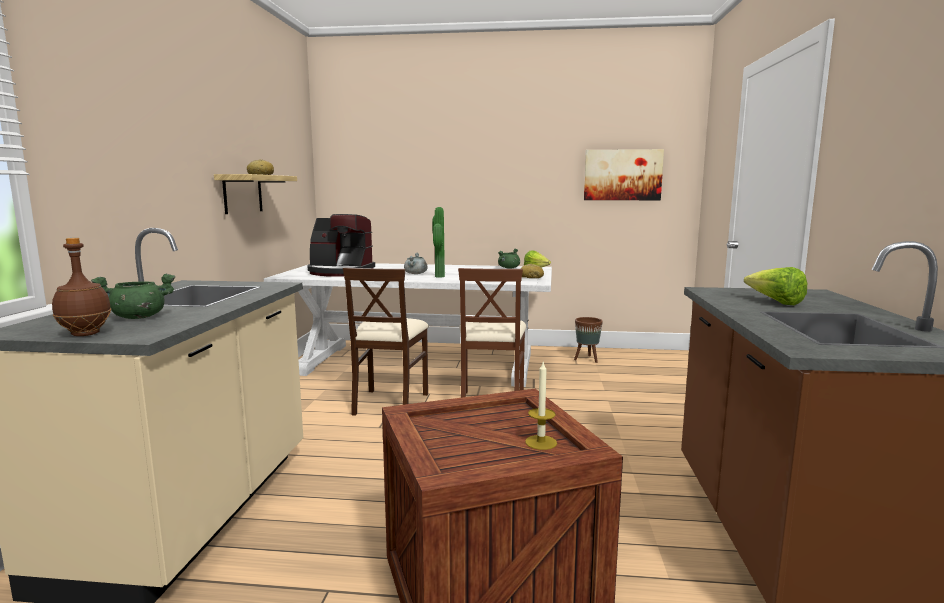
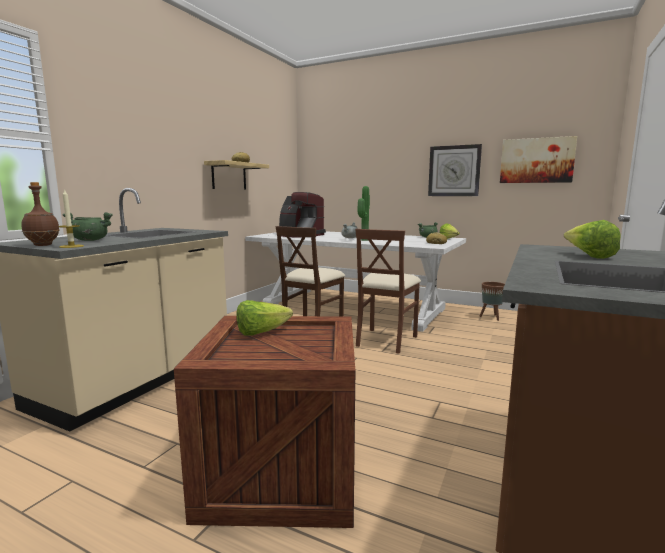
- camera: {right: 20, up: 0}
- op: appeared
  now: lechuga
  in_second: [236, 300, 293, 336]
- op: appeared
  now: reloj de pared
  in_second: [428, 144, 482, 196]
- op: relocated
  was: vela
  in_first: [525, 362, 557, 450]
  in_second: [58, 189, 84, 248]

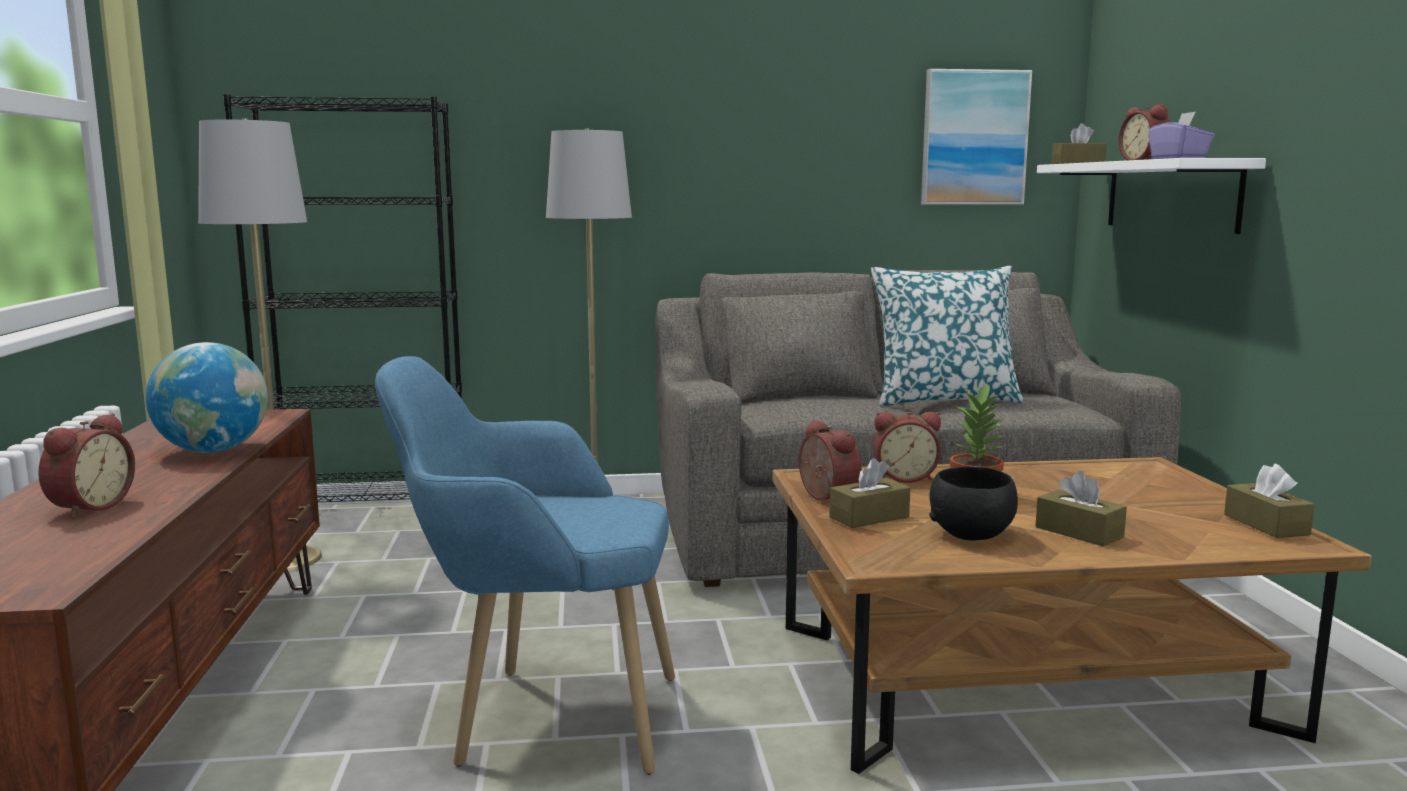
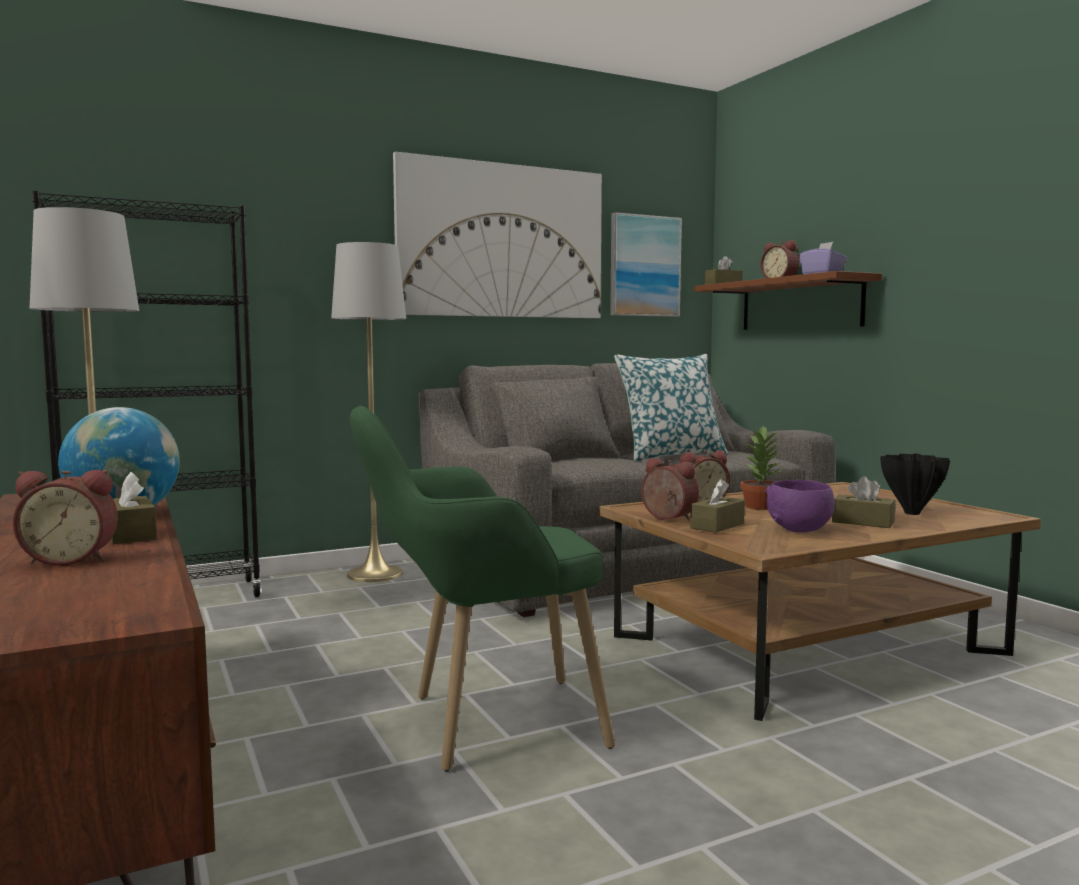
- camera: {right: -20, up: -5}
- op: appeared
  now: cuadro
  in_second: [393, 152, 602, 318]
- op: appeared
  now: florero [negro]
  in_second: [880, 454, 950, 515]
- op: relocated
  was: caja de pañuelos [marrón]
  in_first: [1224, 464, 1315, 538]
  in_second: [111, 472, 157, 544]
- op: colour
  was: sillón [azul]
  now: sillón [verde]
  in_first: [375, 356, 675, 775]
  in_second: [350, 406, 615, 772]
- op: colour
  was: cuenco [negro]
  now: cuenco [morado]
  in_first: [929, 467, 1018, 541]
  in_second: [765, 480, 835, 532]
- op: colour
  was: estante [blanco]
  now: estante [marrón]
  in_first: [1037, 158, 1266, 234]
  in_second: [695, 271, 882, 330]
- op: spun
  was: despertador
  in_first: [38, 413, 135, 518]
  in_second: [13, 470, 118, 566]
  clockwise: 90

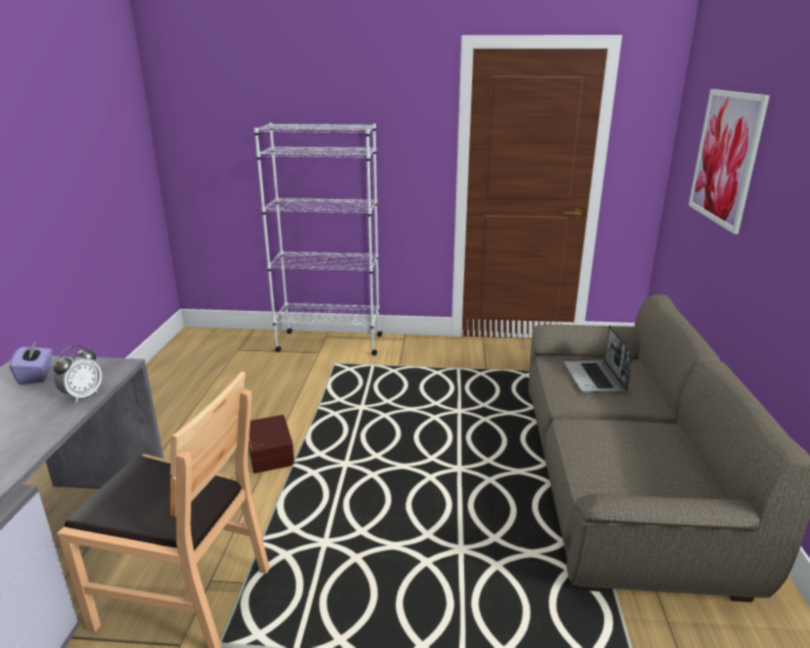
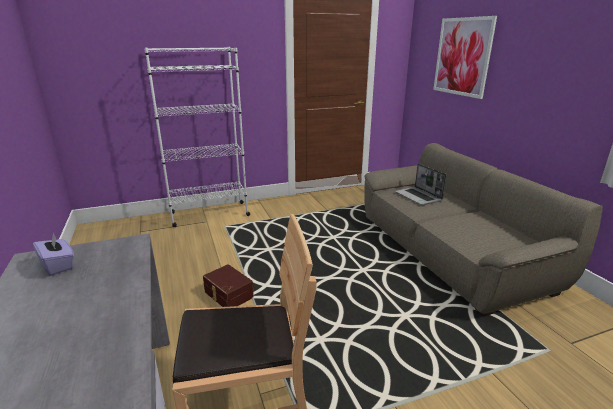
- camera: {right: -25, up: 0}
- op: missing
  was: despertador
  in_first: [53, 345, 102, 403]

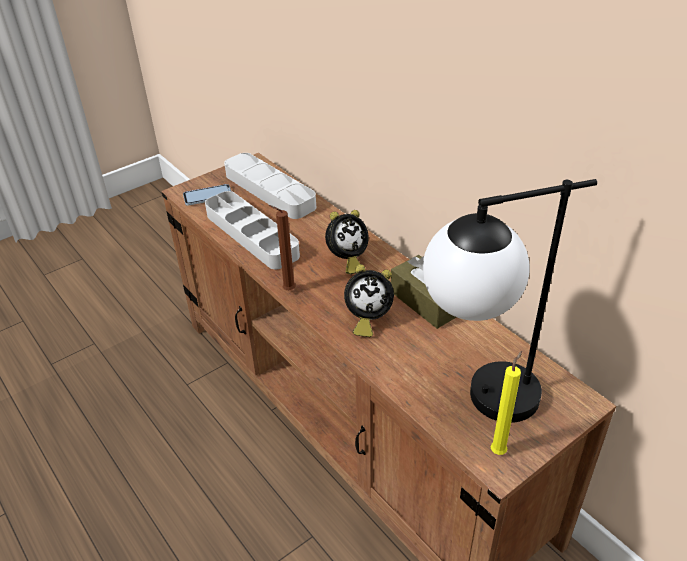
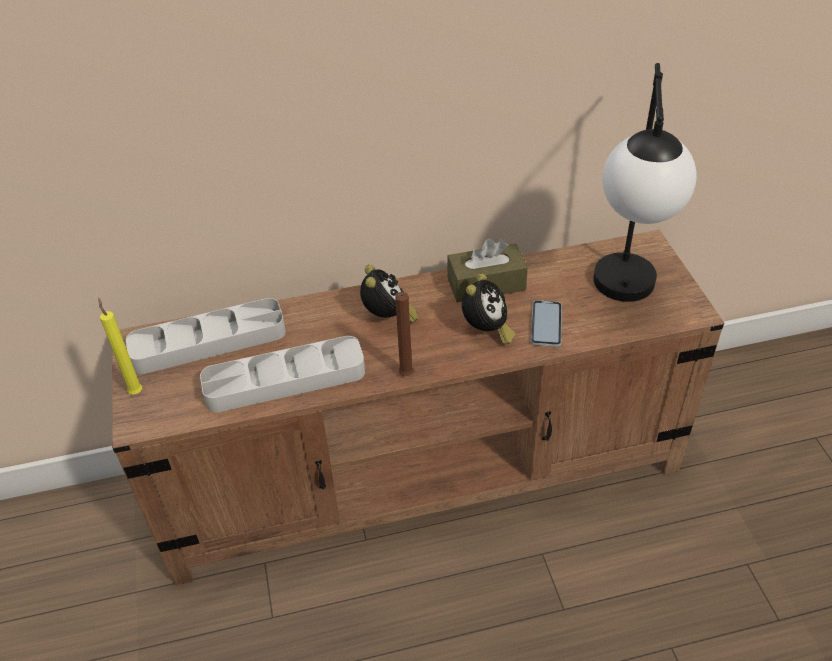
- camera: {right: -65, up: 5}
- op: relocated
  was: móvil
  in_first: [183, 184, 231, 205]
  in_second: [531, 300, 562, 347]
- op: relocated
  was: vela [amarillo]
  in_first: [491, 351, 522, 455]
  in_second: [98, 298, 142, 395]

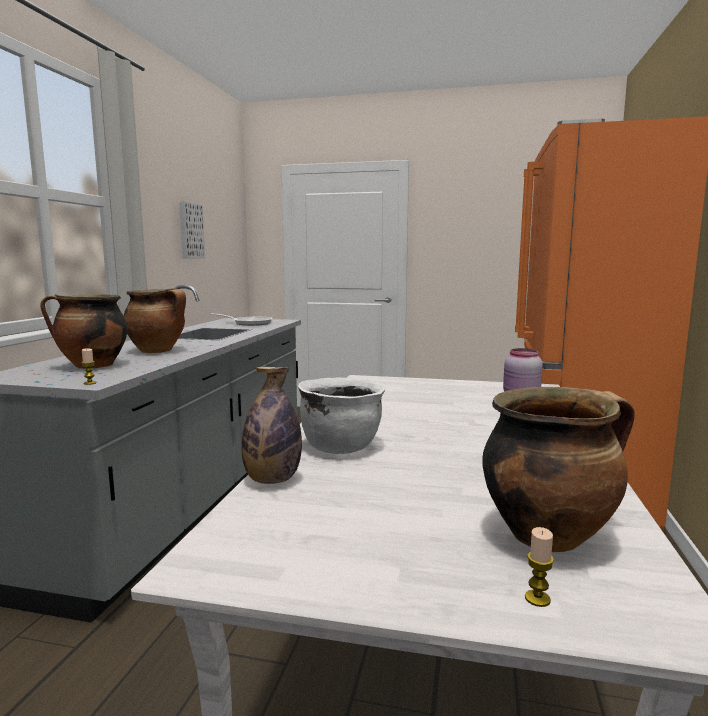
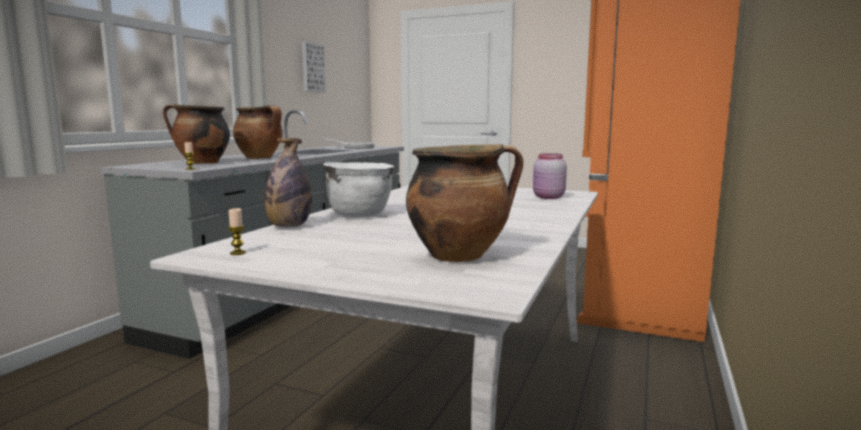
- camera: {right: 10, up: 0}
- op: relocated
  was: vela
  in_first: [525, 527, 554, 607]
  in_second: [228, 208, 246, 255]

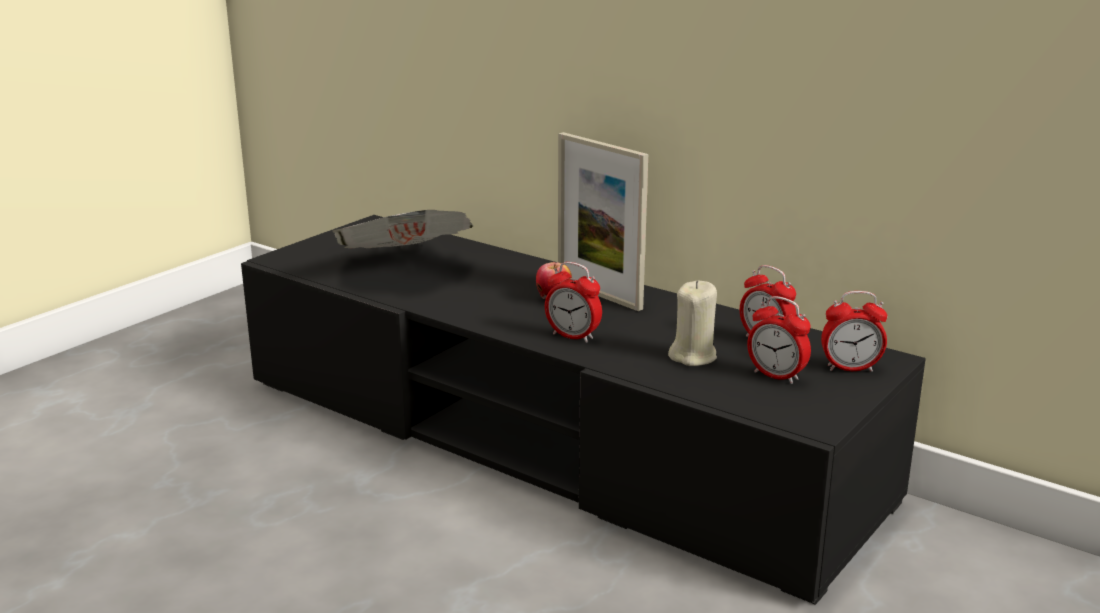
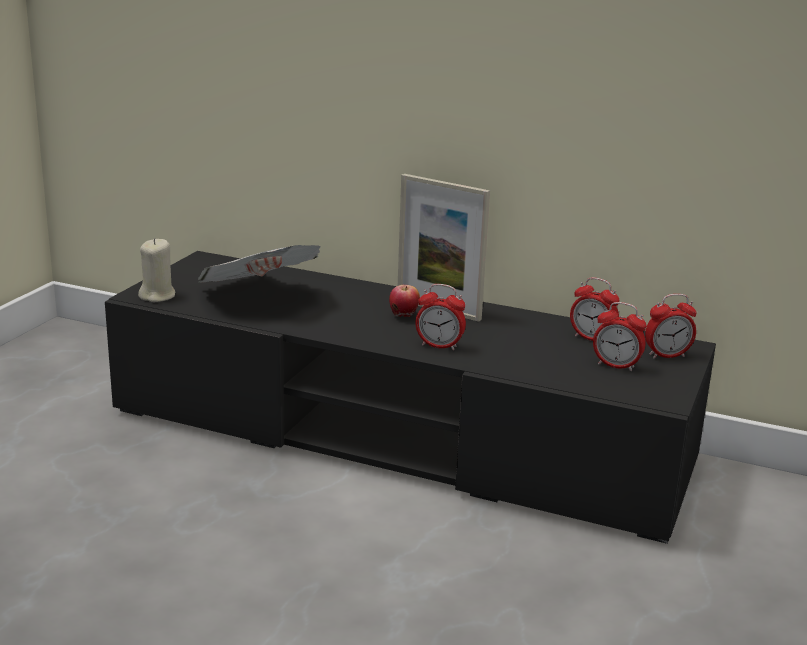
- camera: {right: -15, up: 0}
- op: relocated
  was: vela [beis]
  in_first: [668, 280, 717, 366]
  in_second: [138, 238, 175, 302]

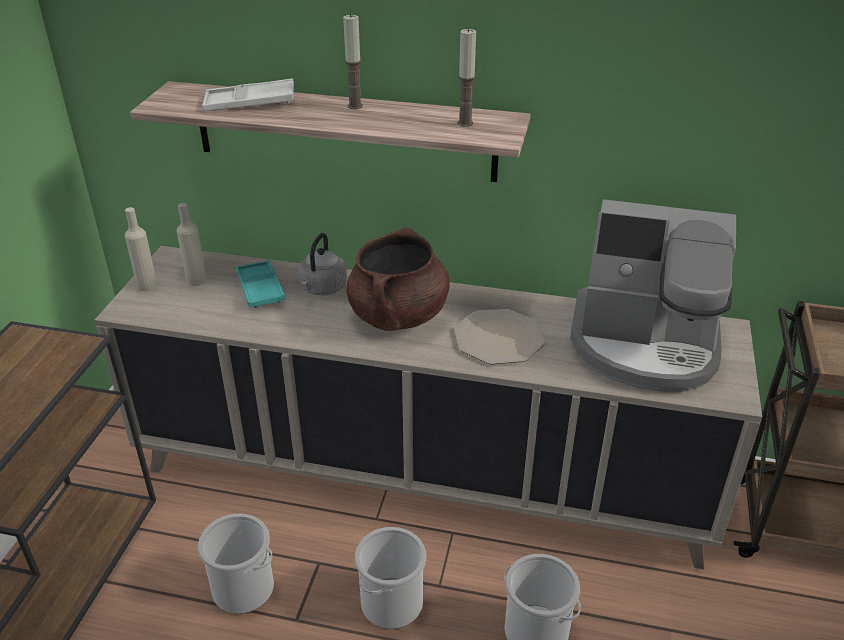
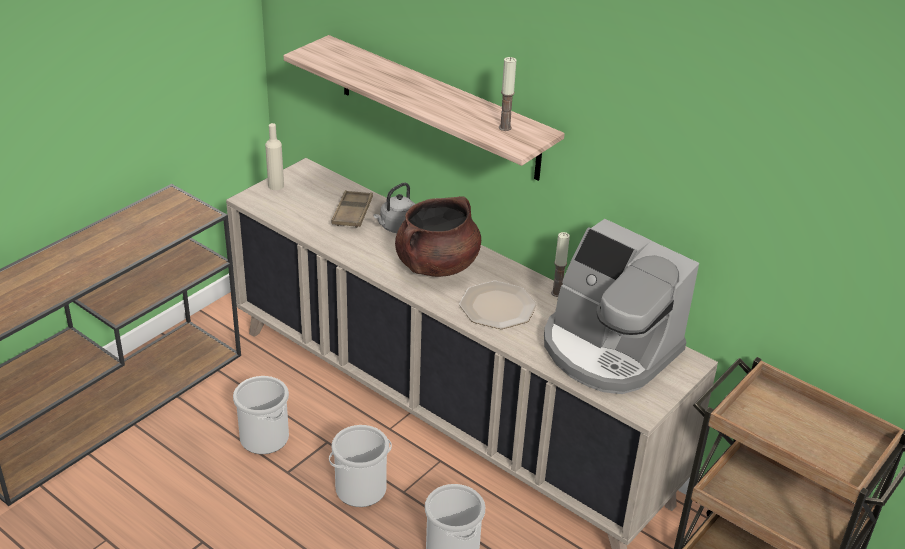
- camera: {right: 25, up: 0}
- op: missing
  was: botella [beis]
  in_first: [177, 203, 207, 286]
- op: missing
  was: bandeja [blanco]
  in_first: [202, 79, 294, 112]
- op: relocated
  was: vela
  in_first: [343, 14, 363, 110]
  in_second: [551, 232, 570, 297]
- op: colour
  was: bandeja [turquesa]
  now: bandeja [marrón]
  in_first: [236, 260, 285, 308]
  in_second: [331, 190, 373, 228]

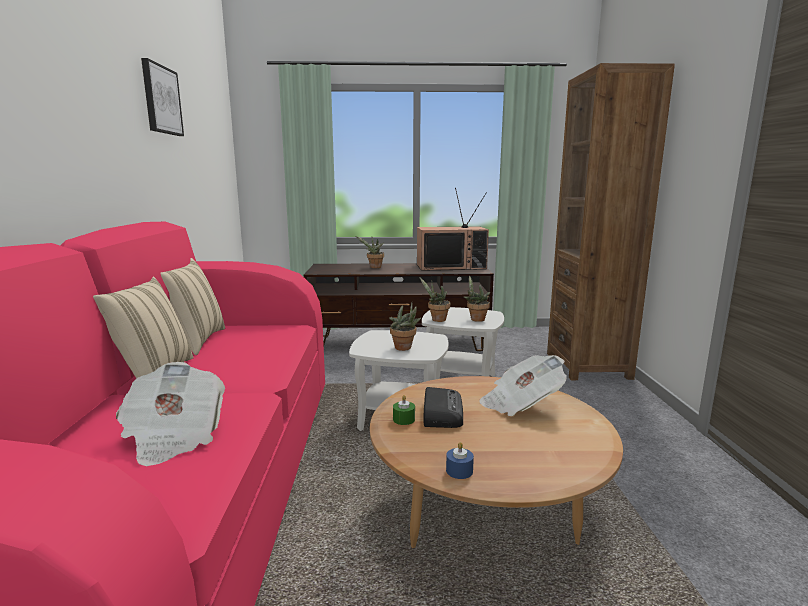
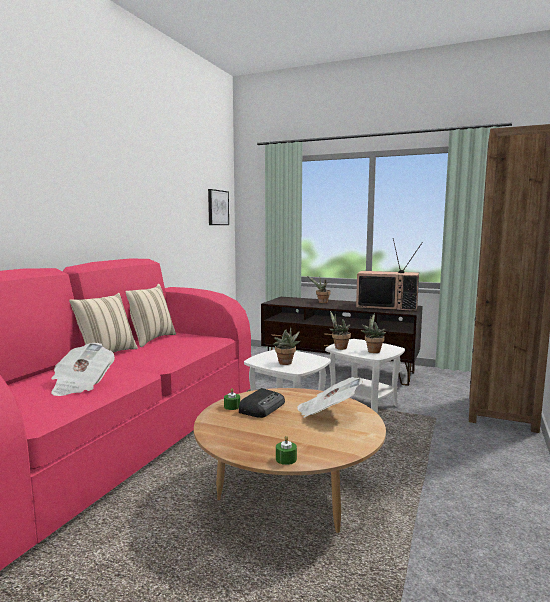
- camera: {right: 25, up: -5}
- op: missing
  was: vela [azul]
  in_first: [446, 442, 474, 479]
- op: appeared
  now: vela [verde]
  in_second: [276, 436, 297, 465]
- op: relocated
  was: cuadro
  in_first: [141, 58, 184, 136]
  in_second: [208, 189, 229, 225]

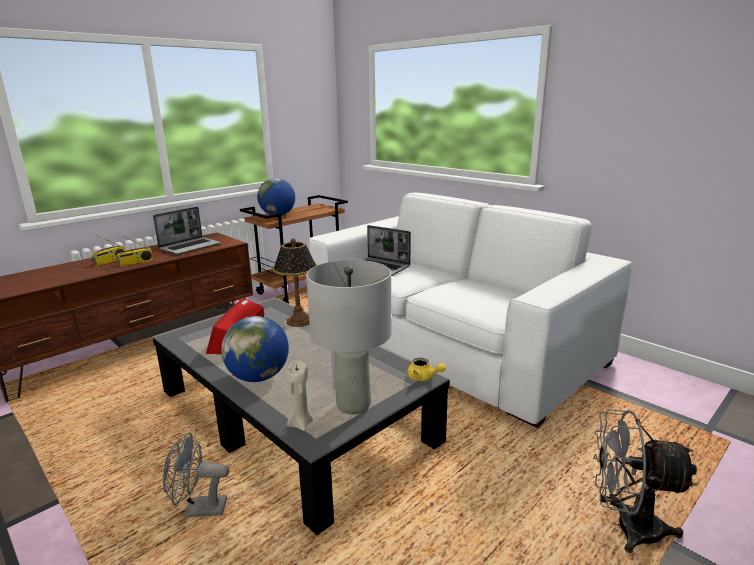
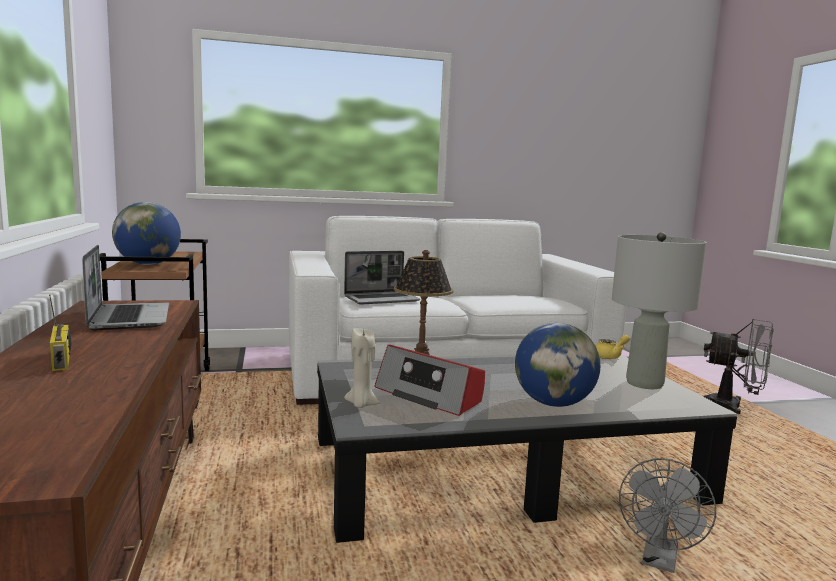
- camera: {right: -60, up: -10}
- op: missing
  was: radio
  in_first: [116, 234, 153, 267]
- op: relocated
  was: vela [beis]
  in_first: [286, 360, 313, 431]
  in_second: [344, 328, 380, 408]
- op: spun
  was: ventilador [gris]
  in_first: [593, 409, 697, 553]
  in_second: [703, 319, 773, 414]
  clockwise: -105

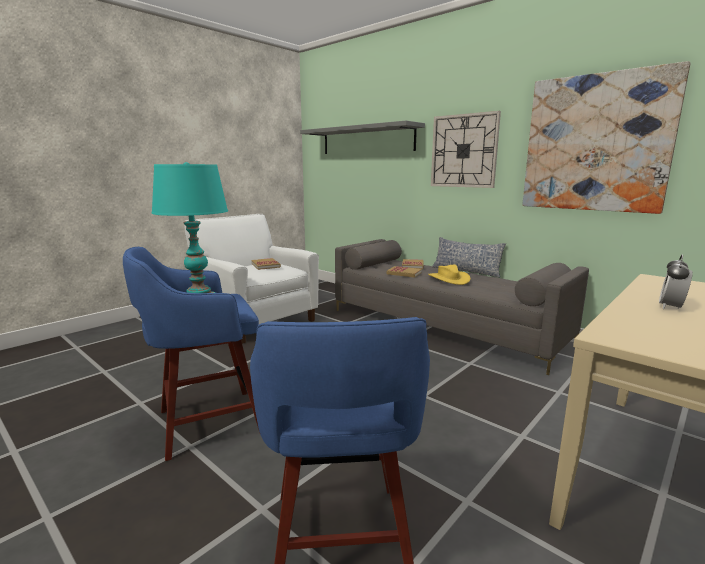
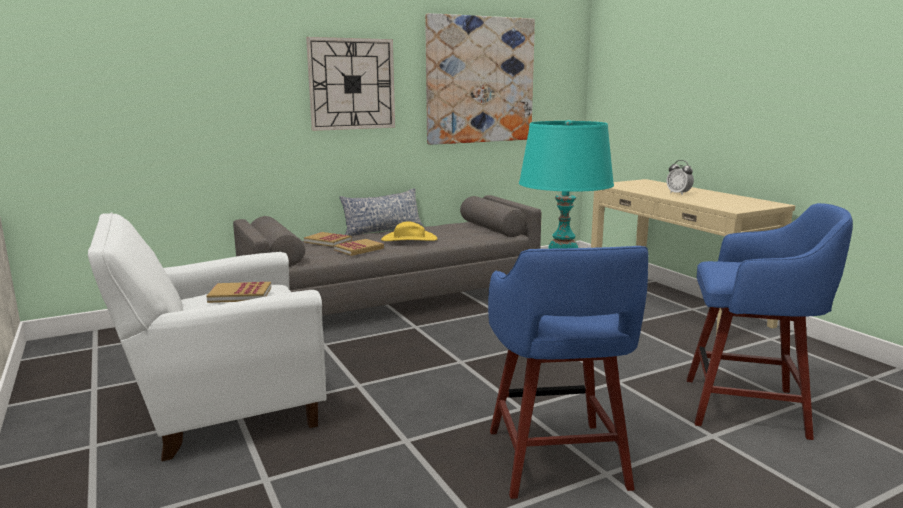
- camera: {right: -70, up: 0}
- op: missing
  was: estante [gris]
  in_first: [300, 120, 425, 154]

